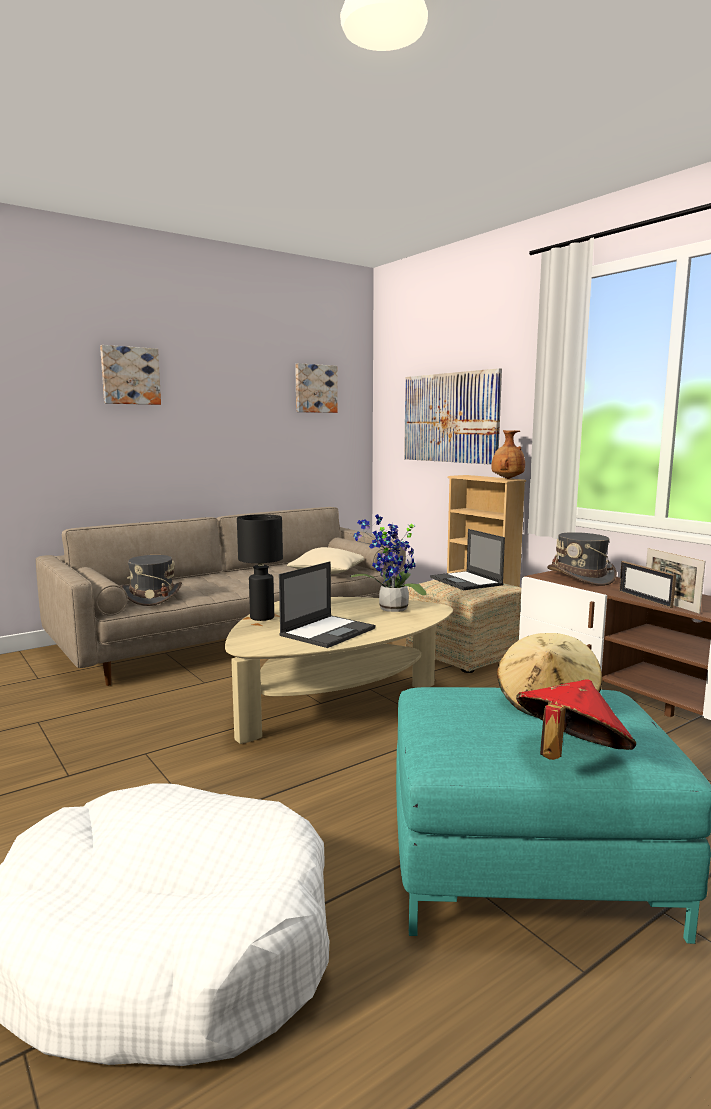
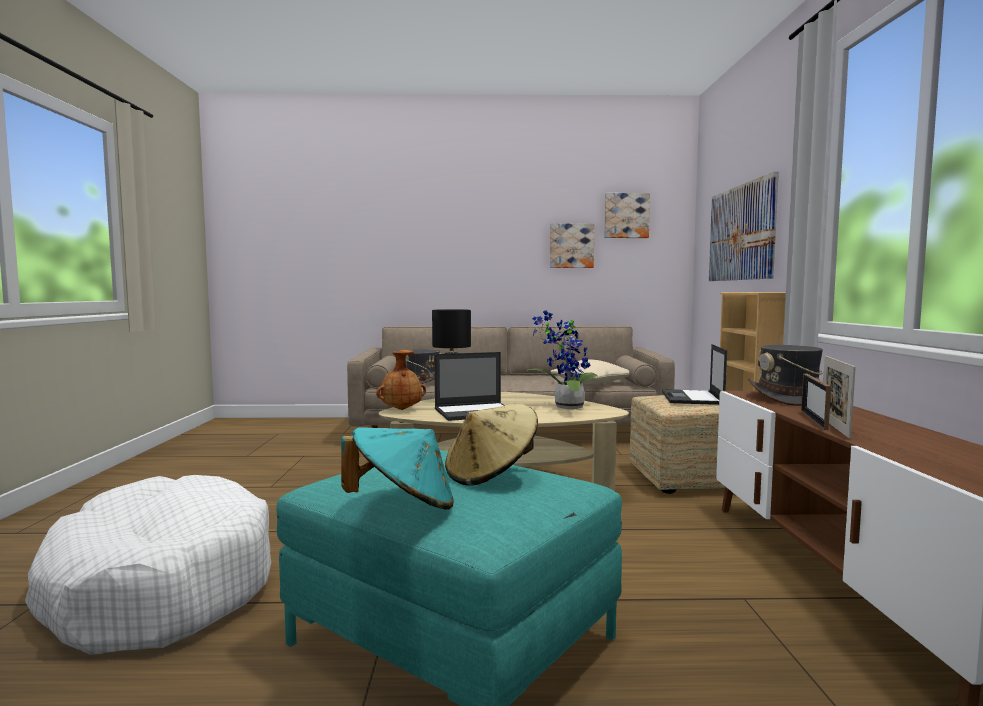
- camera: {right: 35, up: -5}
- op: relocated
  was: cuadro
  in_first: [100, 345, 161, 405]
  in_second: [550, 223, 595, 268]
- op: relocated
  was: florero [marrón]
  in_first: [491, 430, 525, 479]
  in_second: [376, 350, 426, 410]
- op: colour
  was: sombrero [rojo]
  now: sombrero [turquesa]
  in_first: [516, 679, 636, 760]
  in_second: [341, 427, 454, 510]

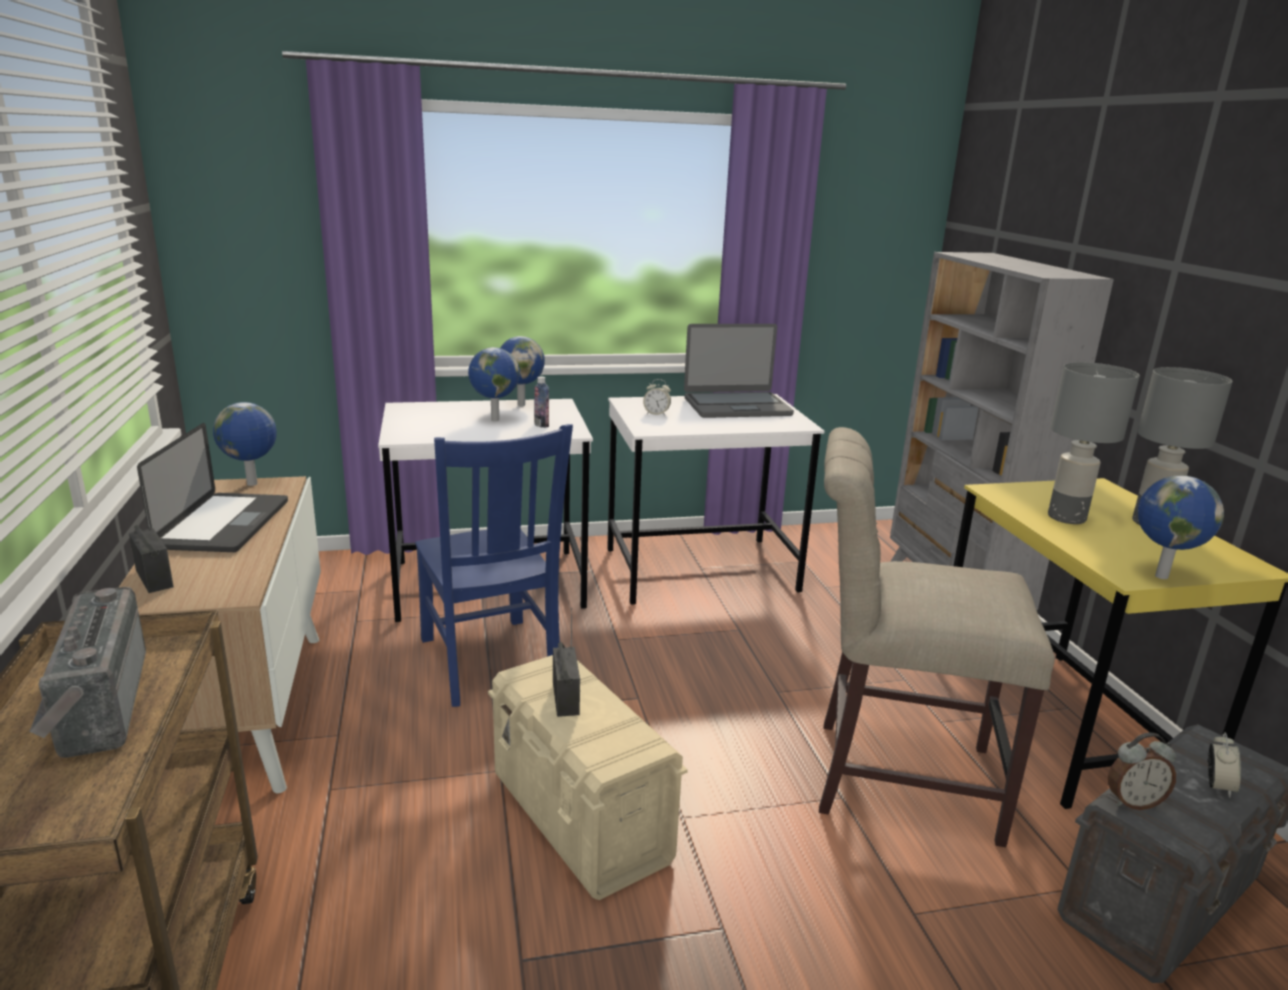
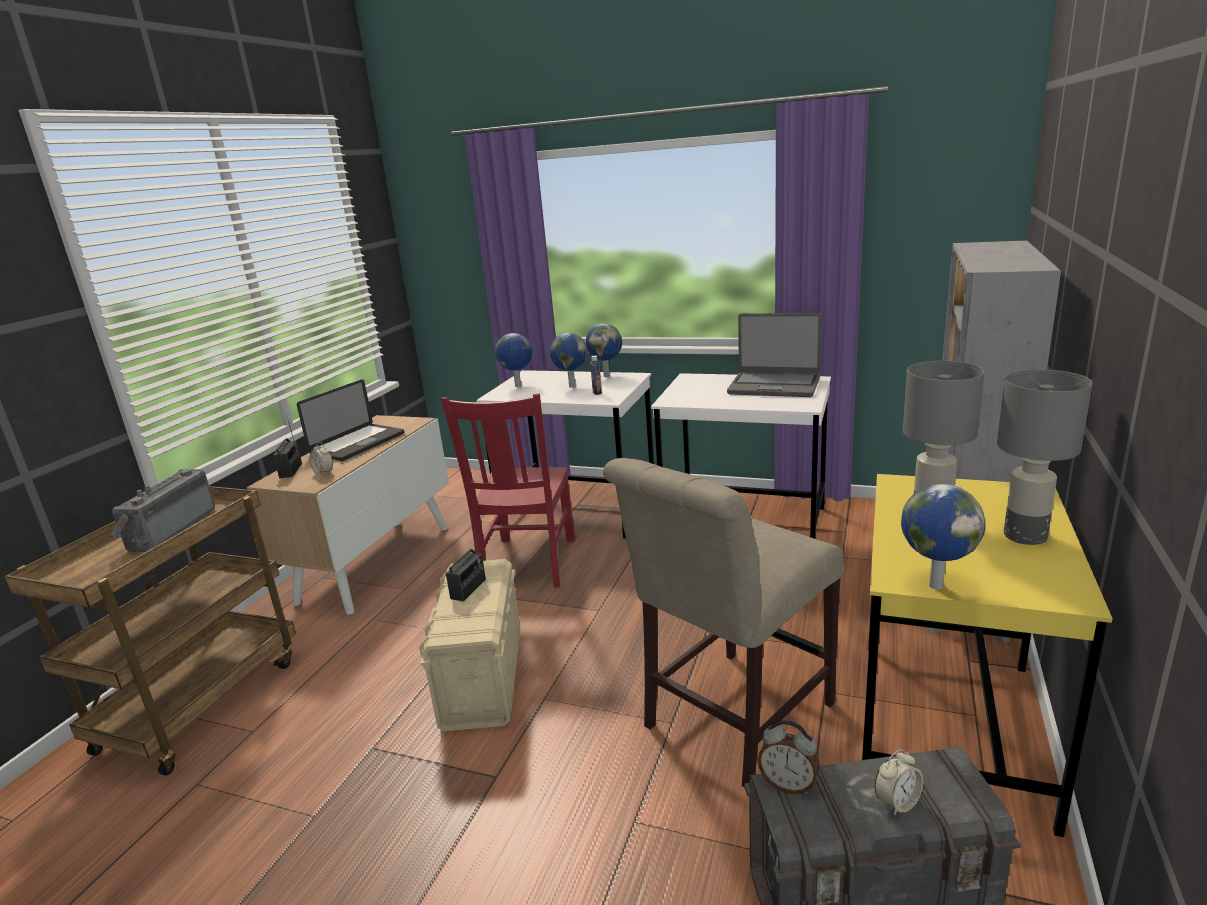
- camera: {right: 35, up: 0}
- op: relocated
  was: globo terráqueo
  in_first: [213, 402, 277, 486]
  in_second: [495, 333, 532, 387]
- op: relocated
  was: despertador
  in_first: [643, 379, 671, 416]
  in_second: [310, 442, 333, 476]
- op: colour
  was: silla [azul]
  now: silla [rojo]
  in_first: [415, 424, 573, 707]
  in_second: [441, 393, 575, 588]
- op: spun
  was: silla [beis]
  in_first: [819, 427, 1055, 847]
  in_second: [603, 458, 844, 788]
  clockwise: -90

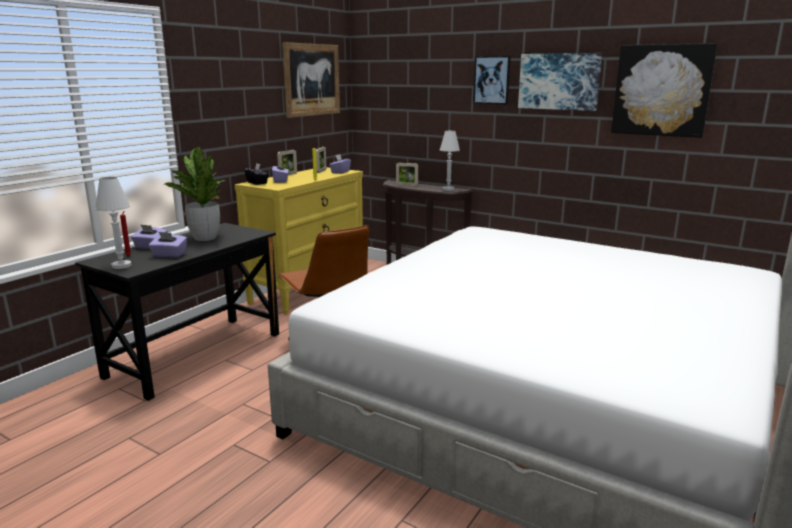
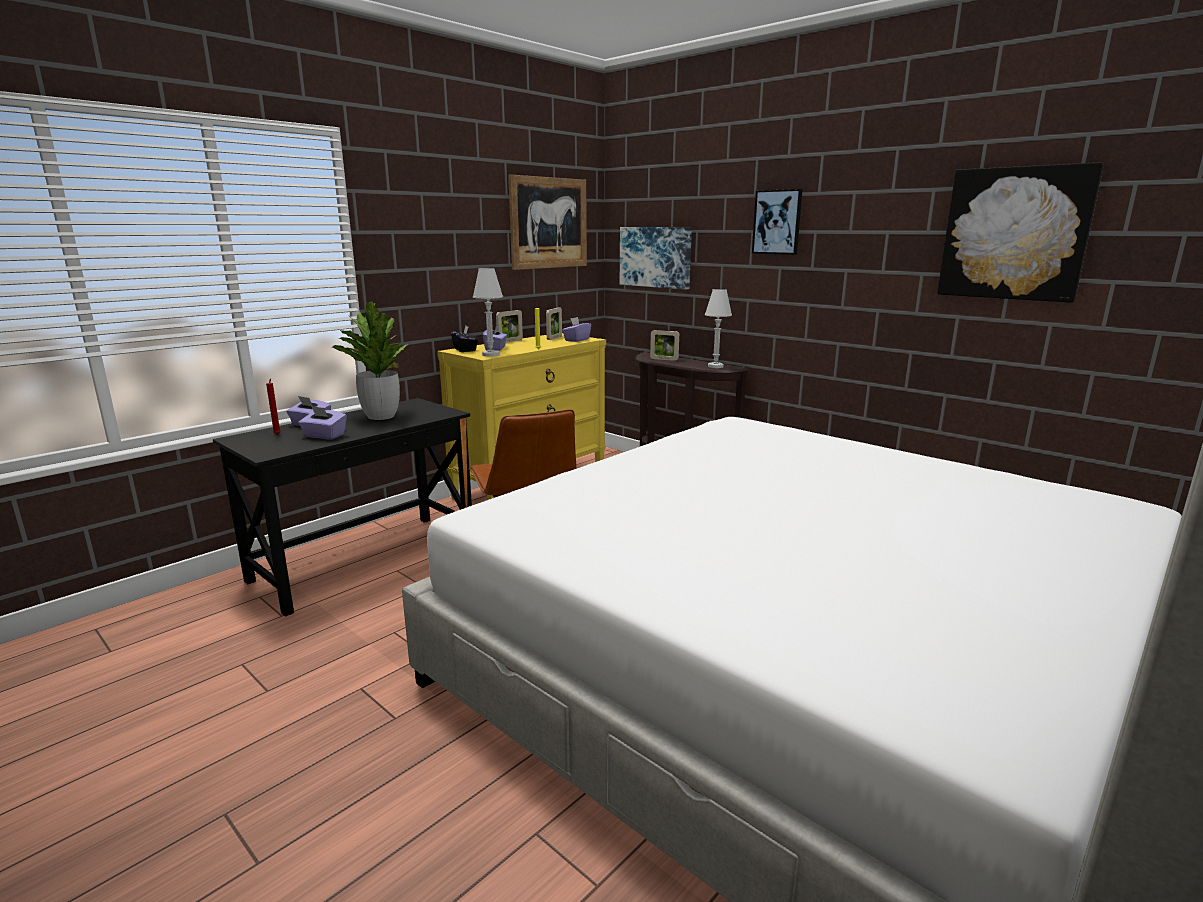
- camera: {right: 10, up: 0}
- op: relocated
  was: lámpara de mesa [blanco]
  in_first: [95, 177, 132, 269]
  in_second: [473, 268, 503, 357]
- op: relocated
  was: cuadro
  in_first: [518, 53, 602, 111]
  in_second: [620, 227, 692, 289]

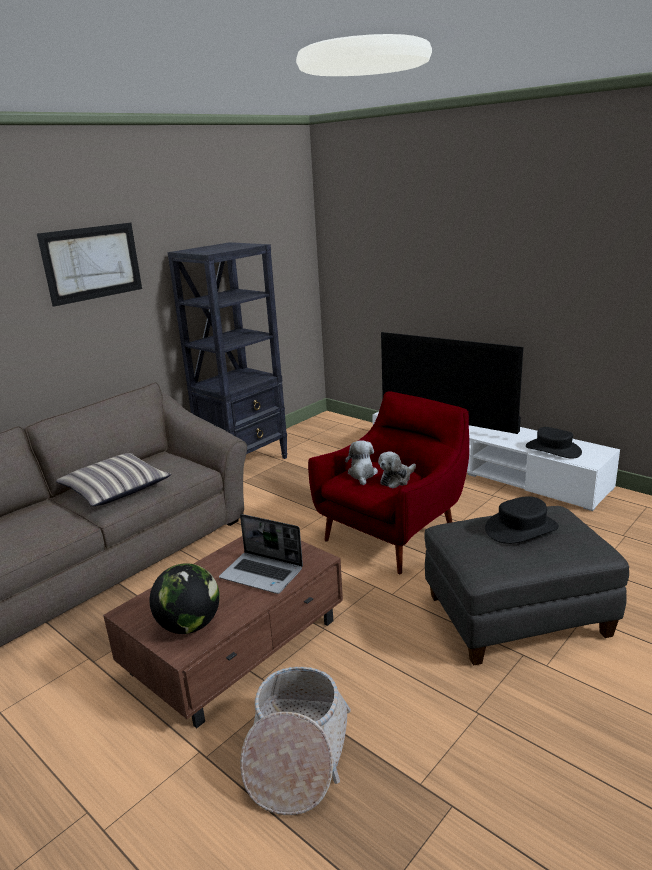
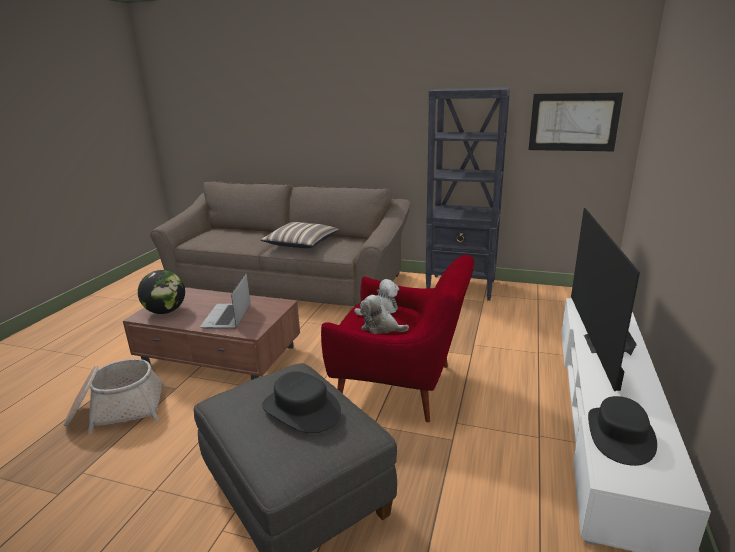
- camera: {right: 65, up: 0}
- op: relocated
  was: cuadro
  in_first: [37, 223, 142, 307]
  in_second: [529, 93, 623, 151]

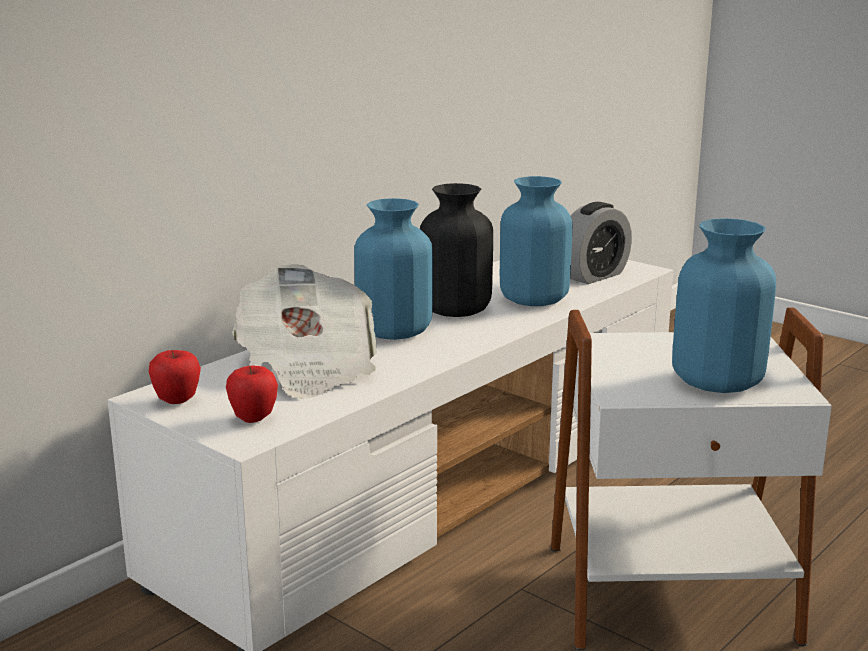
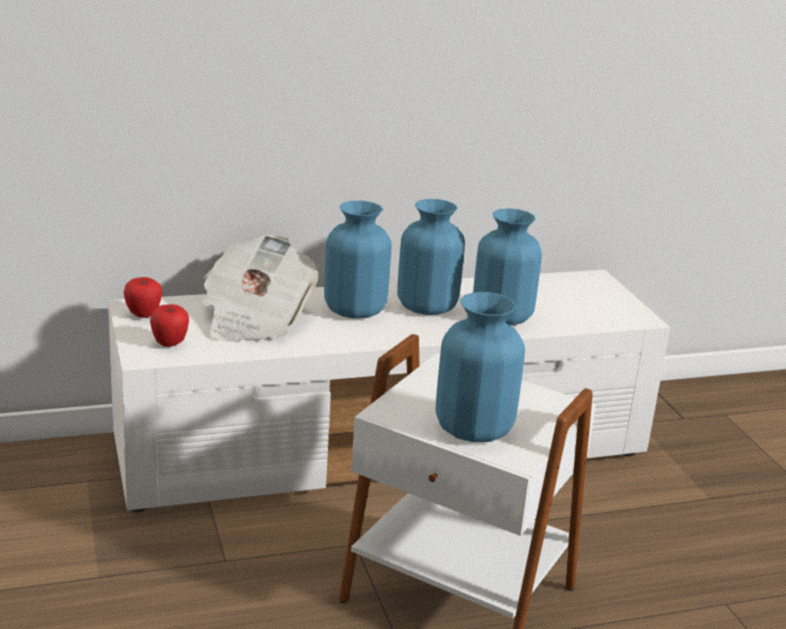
- camera: {right: 30, up: 5}
- op: missing
  was: despertador
  in_first: [570, 202, 632, 284]
- op: colour
  was: florero [negro]
  now: florero [azul]
  in_first: [420, 183, 493, 317]
  in_second: [397, 199, 465, 315]

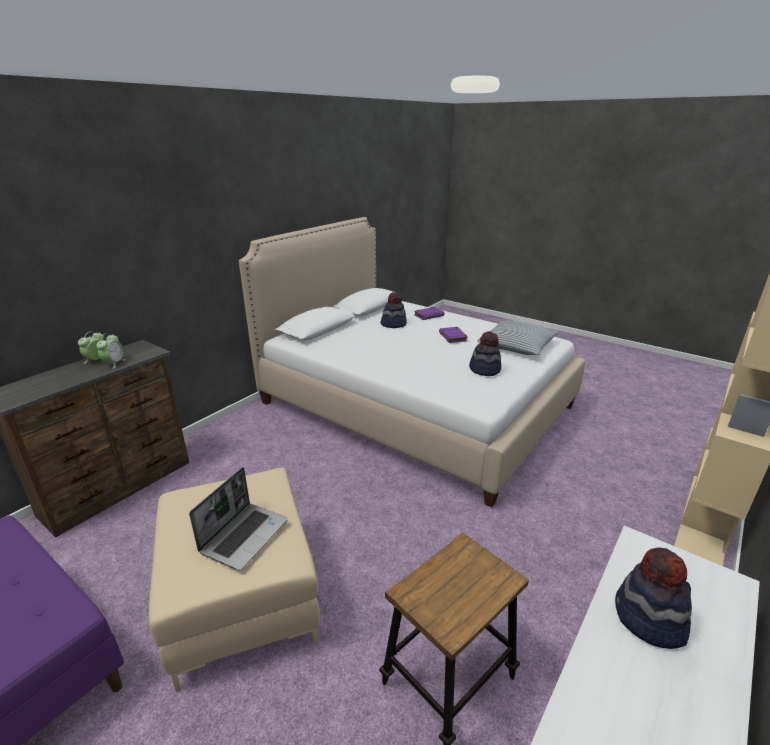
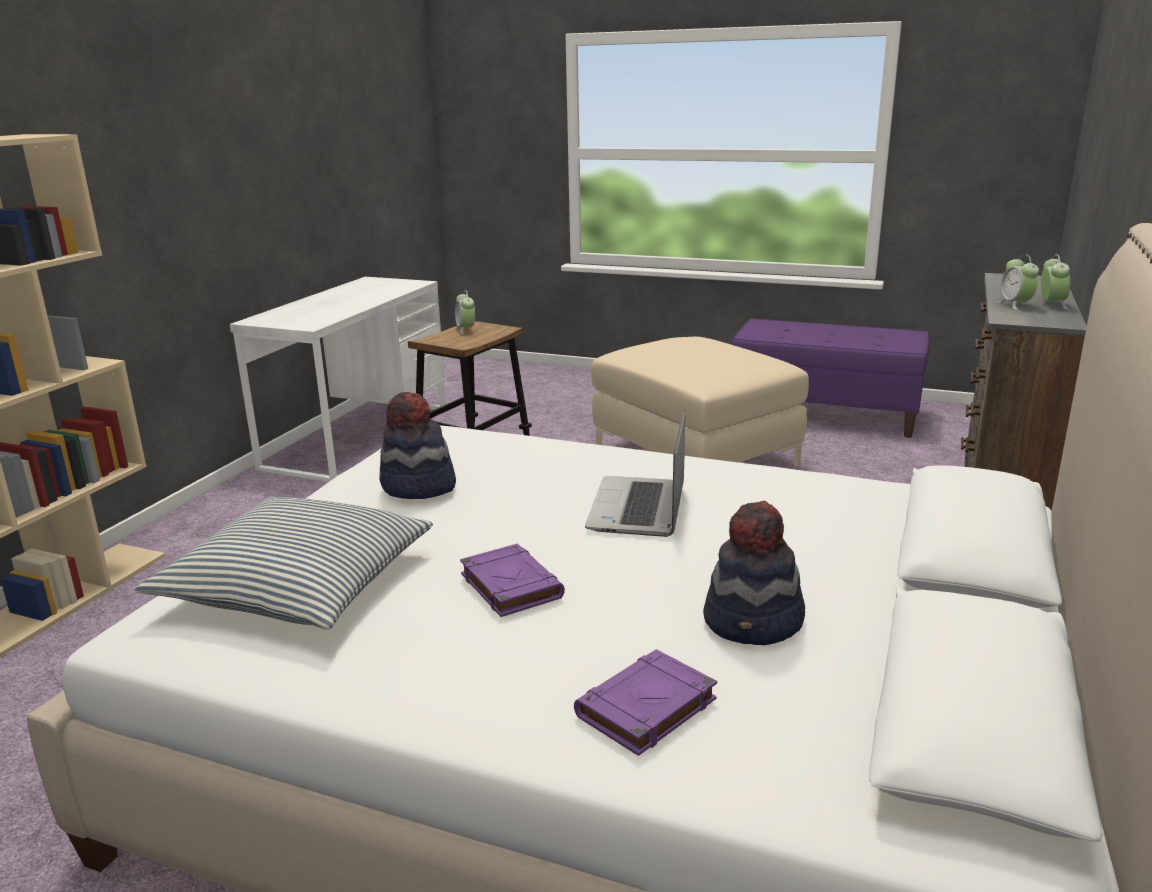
- camera: {right: 165, up: -5}
- op: missing
  was: sombrero
  in_first: [615, 547, 692, 649]
- op: appeared
  now: despertador
  in_second: [455, 290, 475, 334]
- op: relocated
  was: portátil
  in_first: [189, 467, 288, 571]
  in_second: [585, 409, 685, 537]

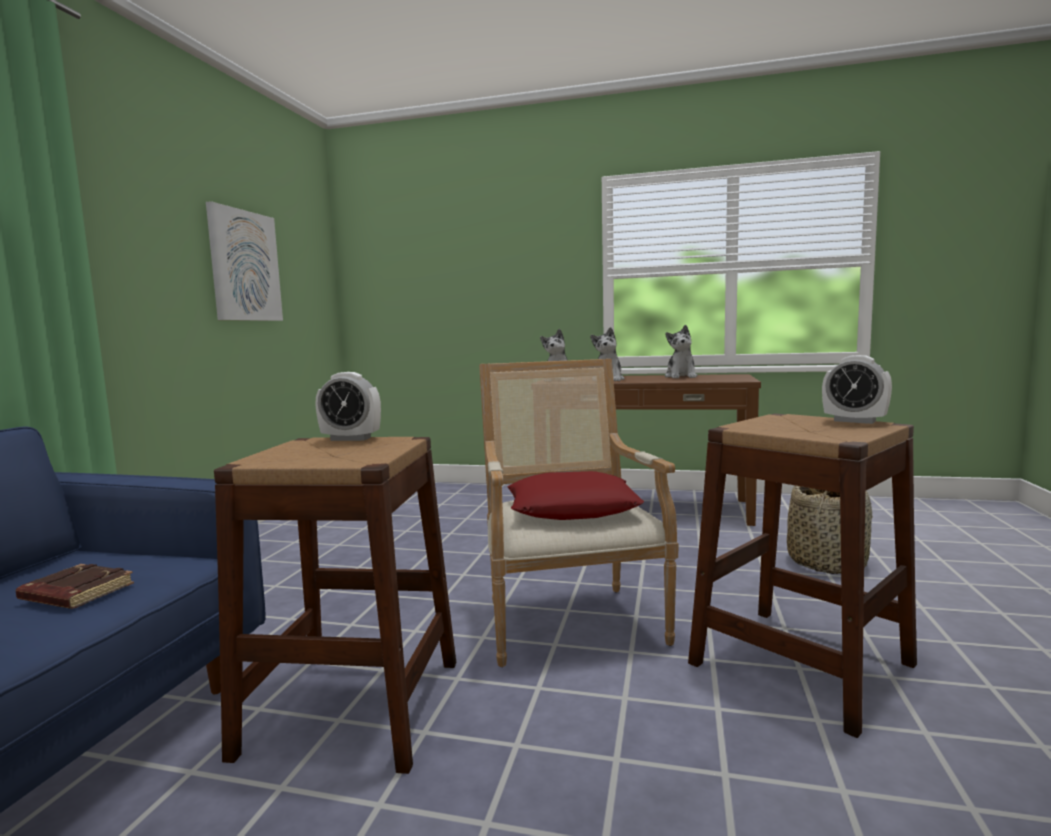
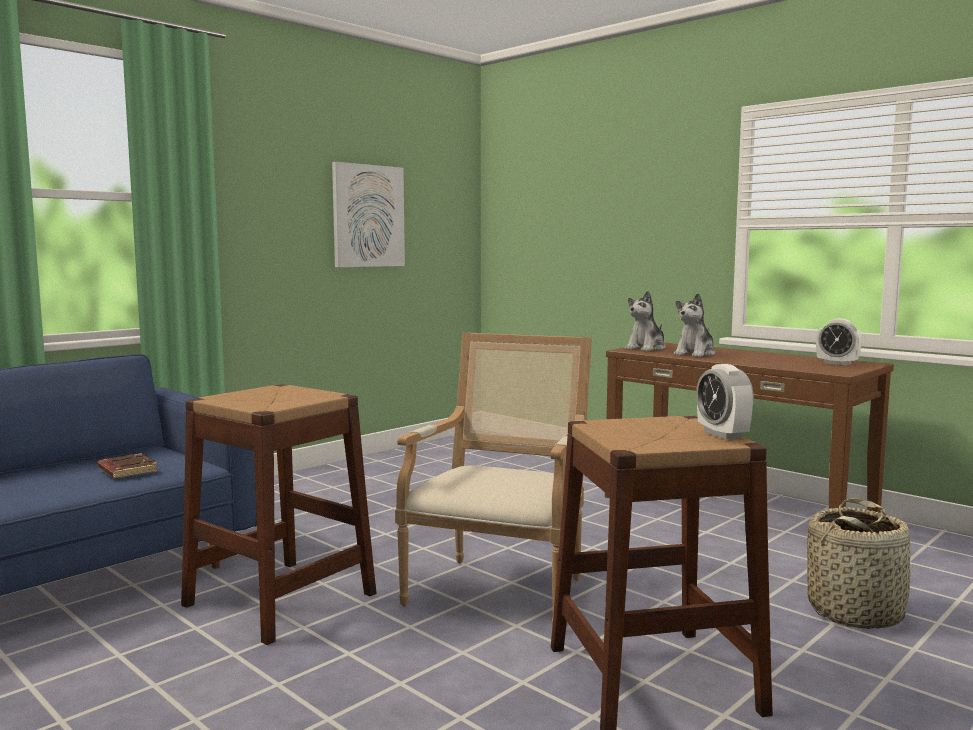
- camera: {right: 30, up: 0}
- op: missing
  was: cojín [rojo]
  in_first: [508, 471, 644, 520]
- op: missing
  was: peluche
  in_first: [665, 325, 698, 378]
- op: relocated
  was: despertador
  in_first: [315, 372, 381, 441]
  in_second: [816, 319, 862, 365]

